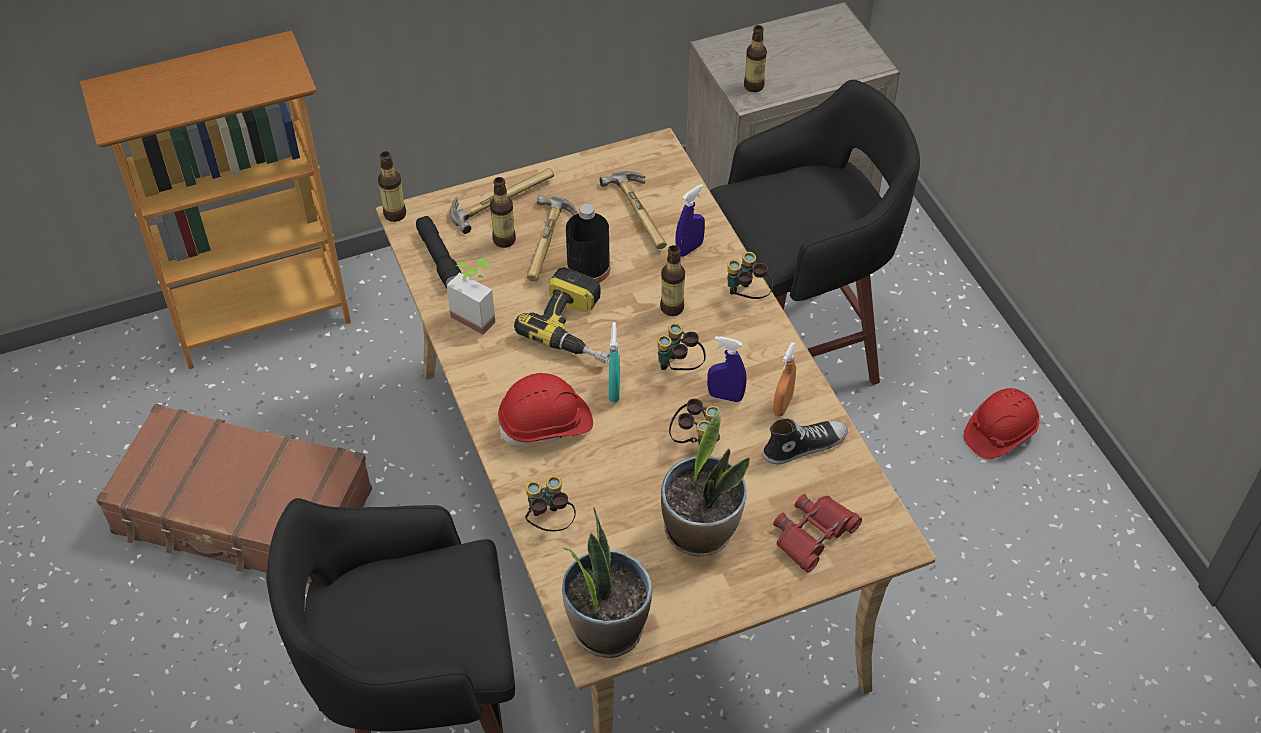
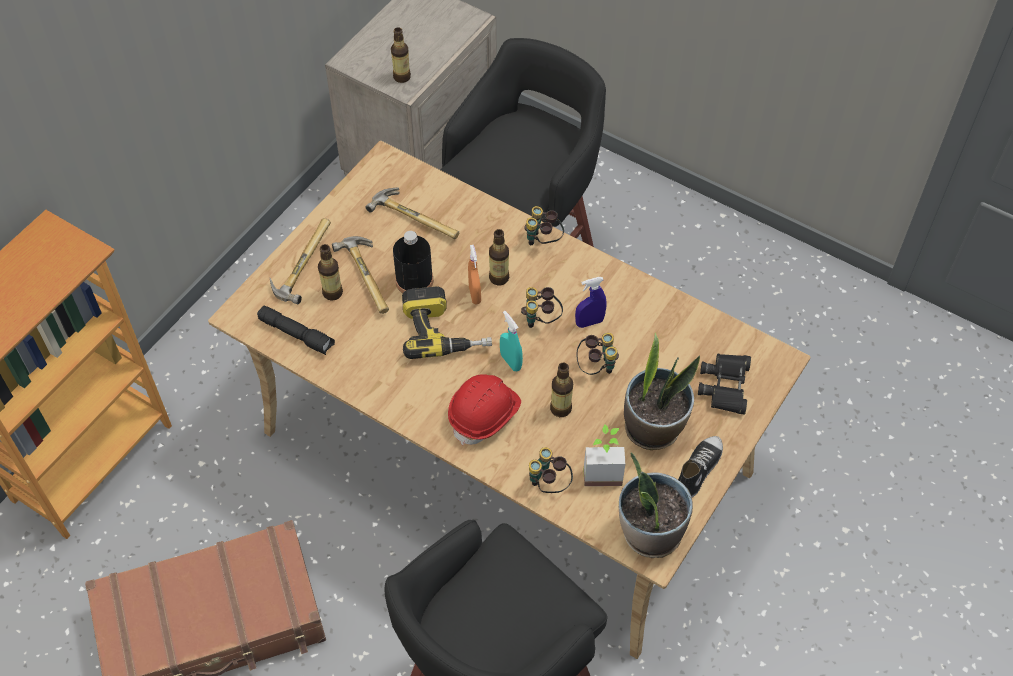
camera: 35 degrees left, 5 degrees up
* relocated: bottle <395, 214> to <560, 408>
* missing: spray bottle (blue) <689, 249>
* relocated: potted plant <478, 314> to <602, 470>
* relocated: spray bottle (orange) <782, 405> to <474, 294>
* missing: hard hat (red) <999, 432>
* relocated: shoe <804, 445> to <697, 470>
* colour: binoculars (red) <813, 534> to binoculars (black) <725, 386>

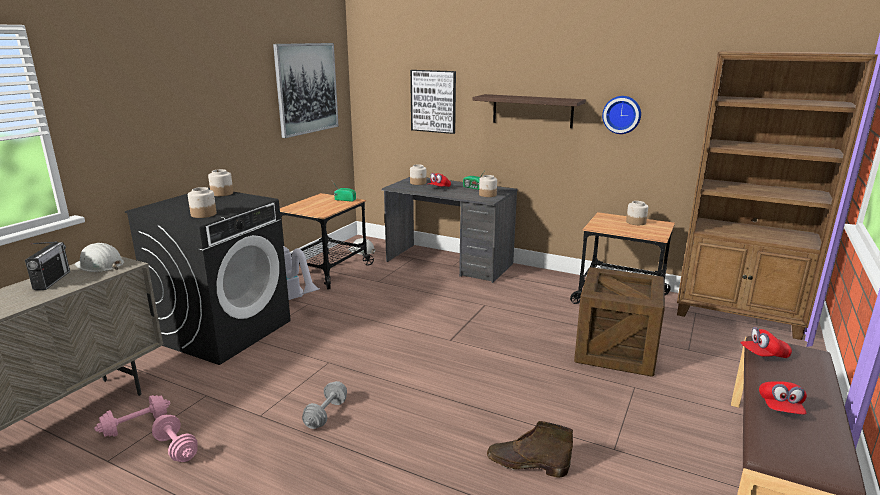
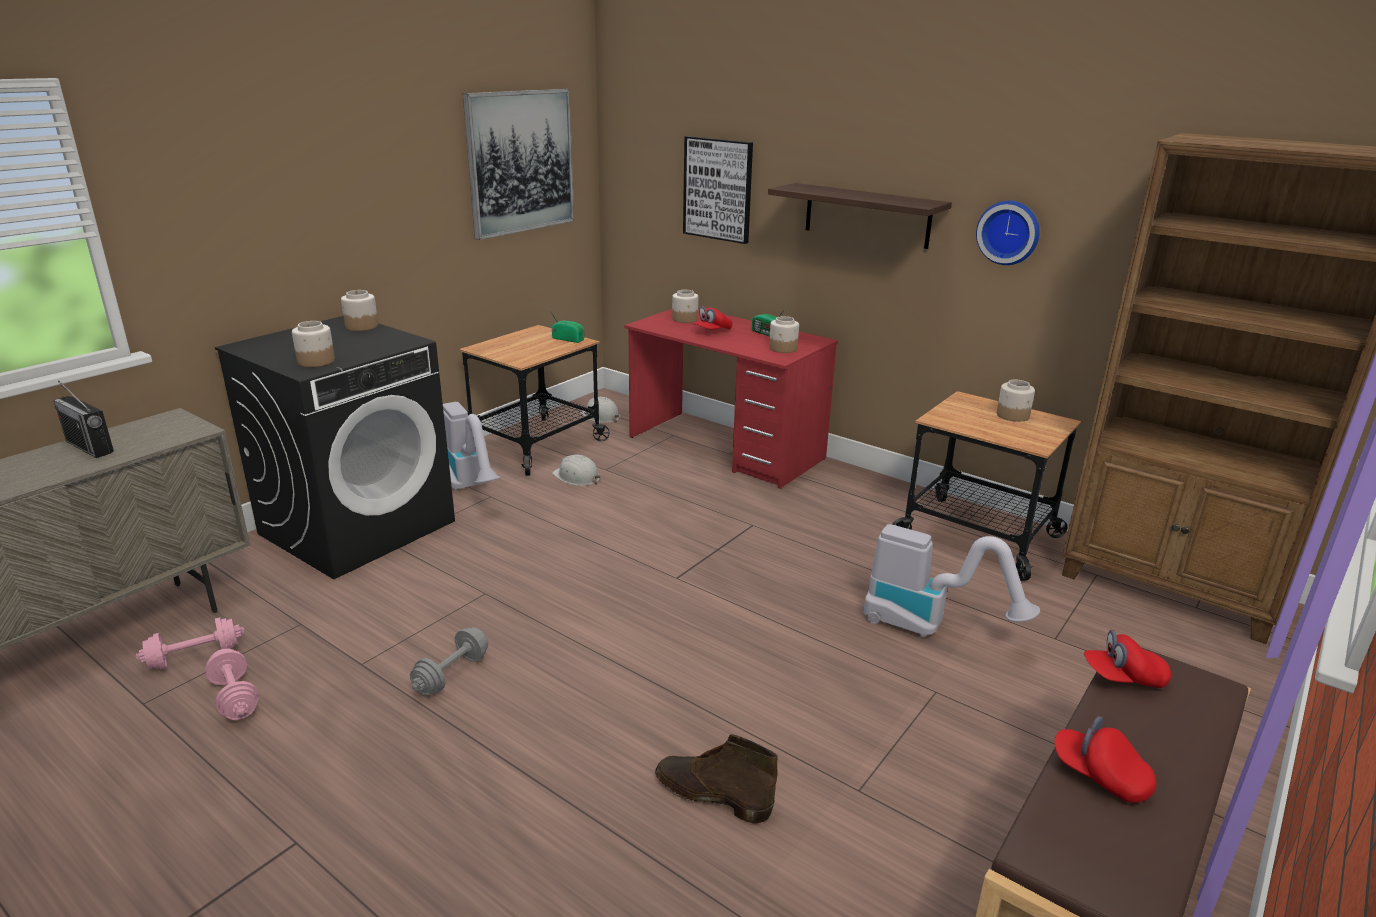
camera: 10 degrees right, 5 degrees up
* colour: desk (grey) <449, 263> to desk (red) <725, 448>
* spun: radio <52, 280> = <89, 447> 120 degrees clockwise
* relocated: hard hat (white) <100, 265> to <577, 477>
* exchanged: crate <615, 351> to vacuum cleaner <930, 627>
* spun: cap (red) <780, 408> = <1100, 776> 105 degrees clockwise

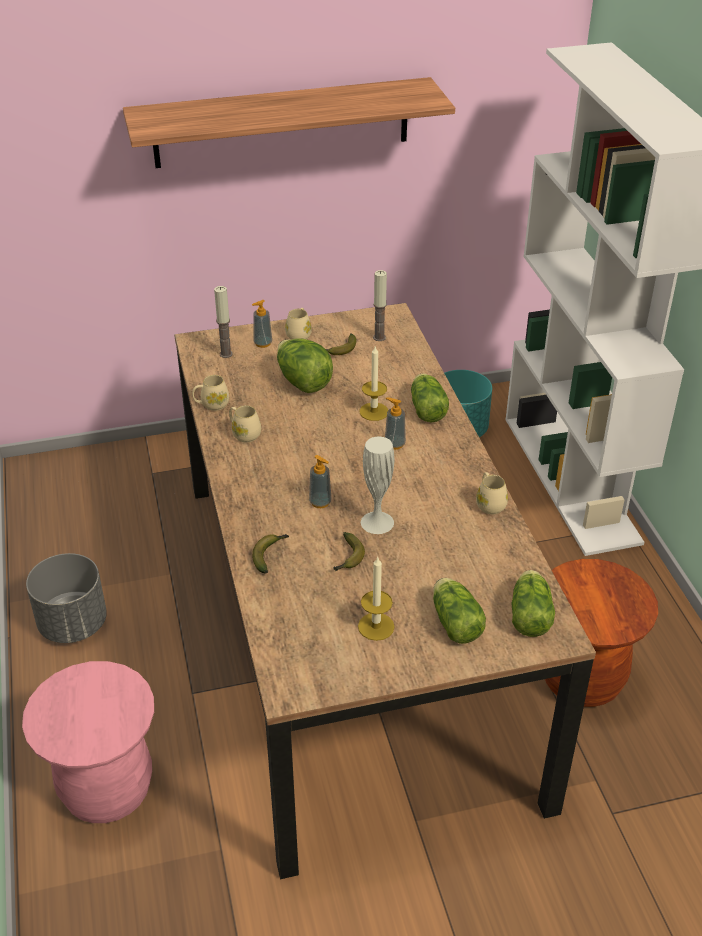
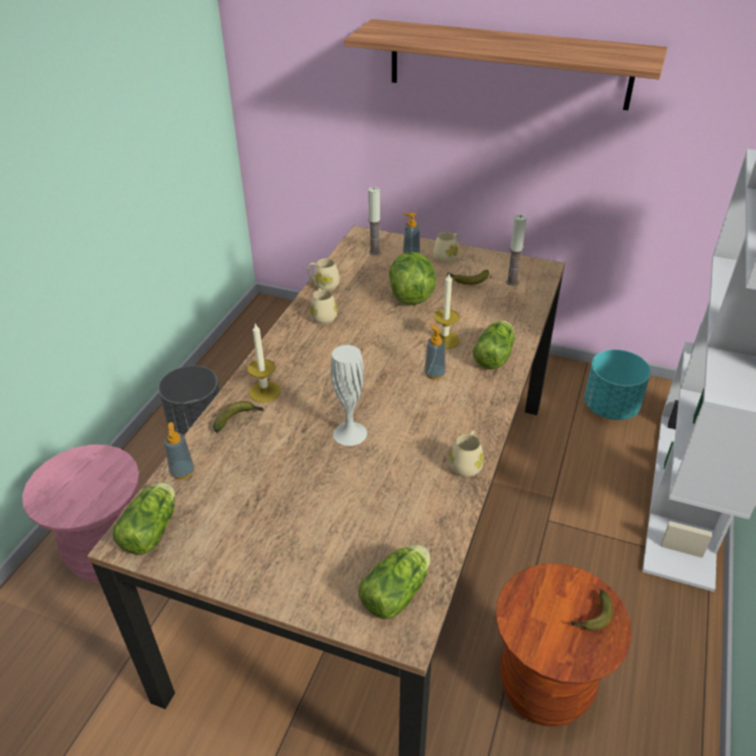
camera: 35 degrees right, 0 degrees up
* relocated: soap dispenser <320, 502> to <182, 472>
* relocated: banana <348, 558> to <592, 617>
* relocated: candle <376, 626> to <264, 391>
* relocated: lettuce <454, 621> to <153, 528>

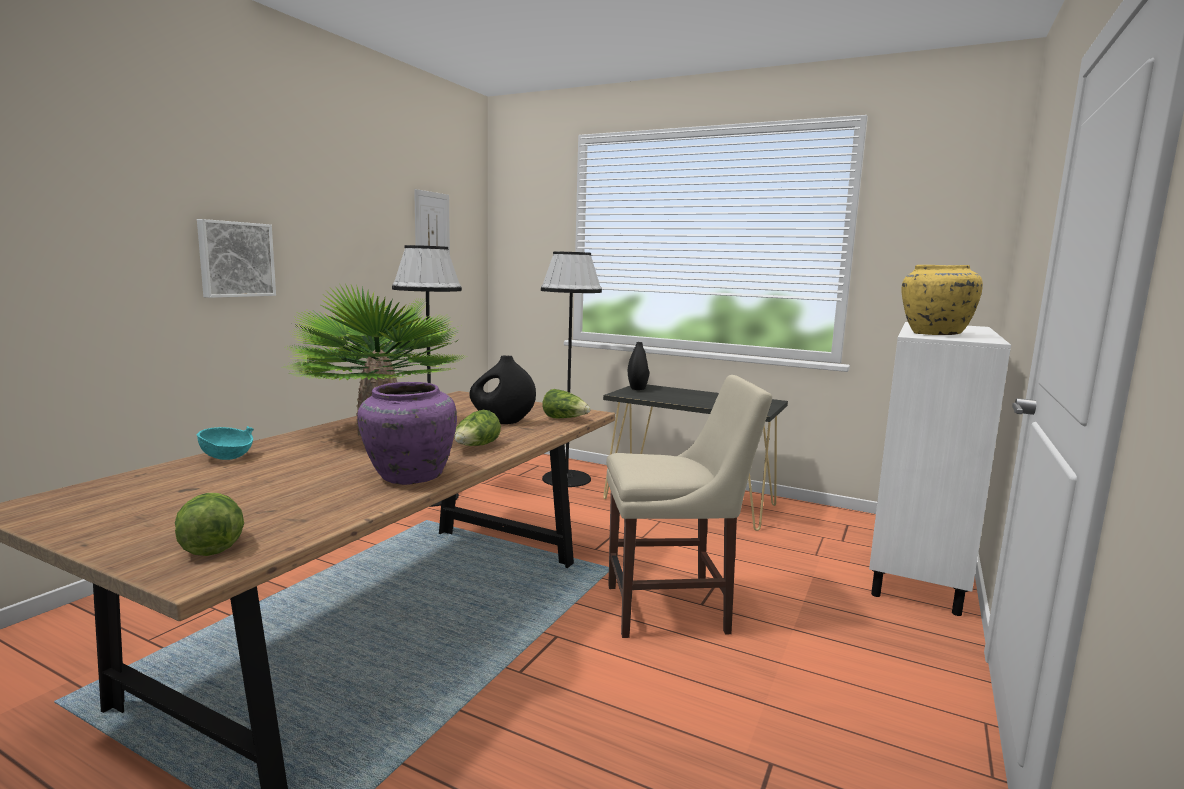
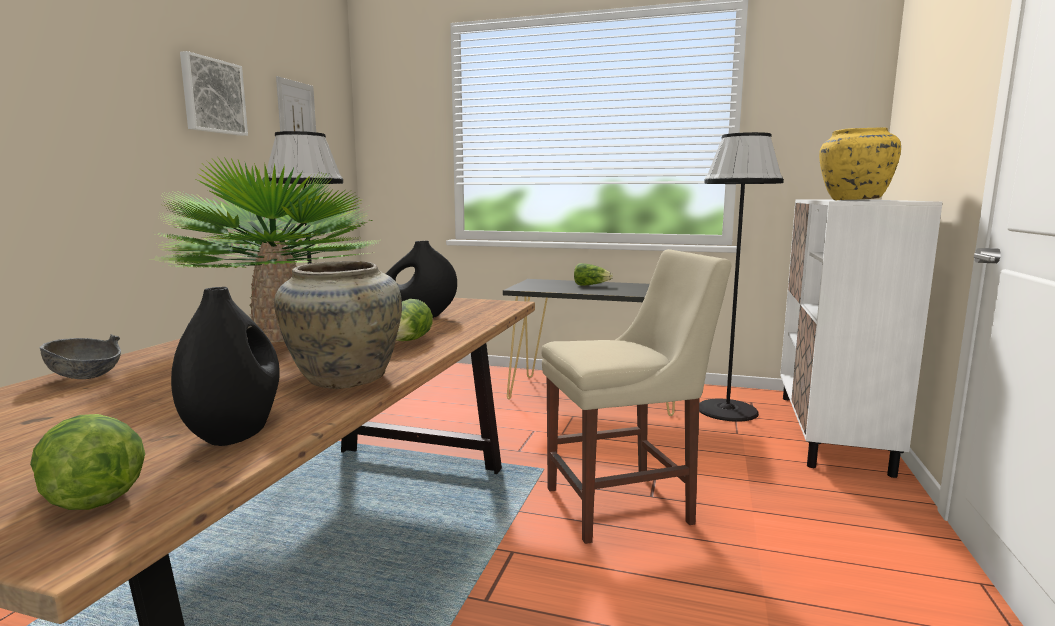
camera: 10 degrees left, 0 degrees up
* relocated: picture <235, 259> to <212, 96>
* relocated: floor lamp (black) <567, 479> to <727, 410>
* relocated: vase (black) <637, 388> to <236, 433>
* colour: vase (purple) <408, 476> to vase (beige) <343, 379>
* relocated: lettuce <565, 419> to <591, 285>
* colour: bowl (turquoise) <227, 458> to bowl (grey) <86, 377>

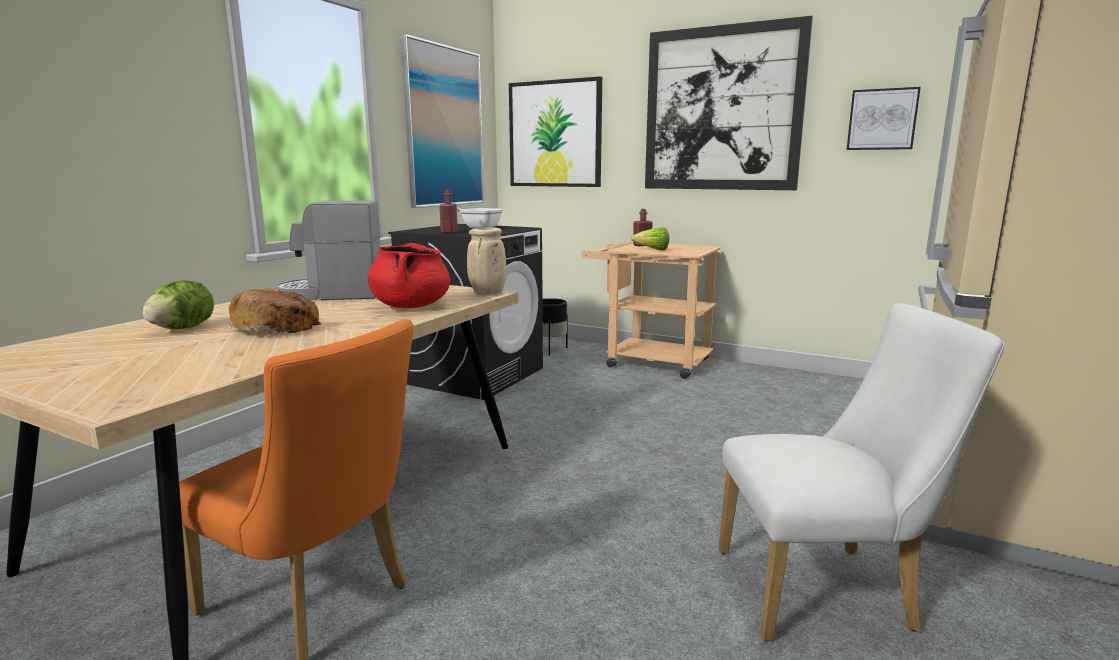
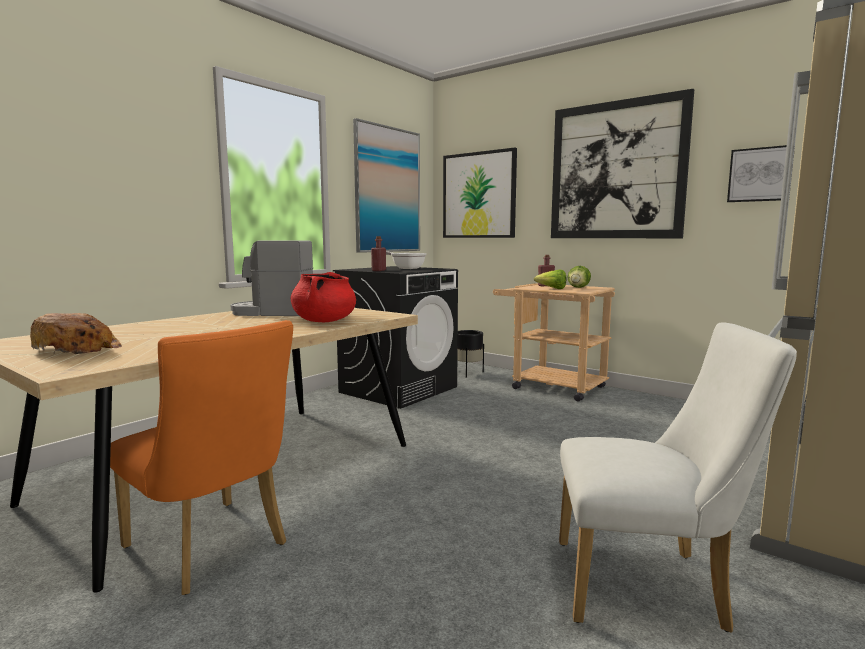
camera: 10 degrees right, 5 degrees down
* missing: vase (beige) <487, 293>
* relocated: lettuce <182, 328> to <578, 287>
* relocated: bread <278, 327> to <79, 349>

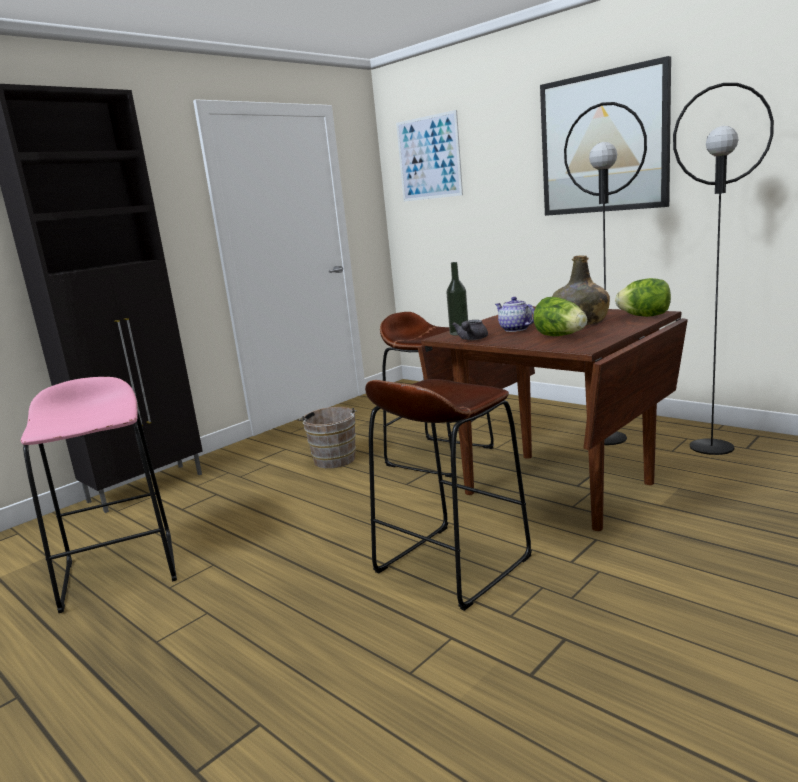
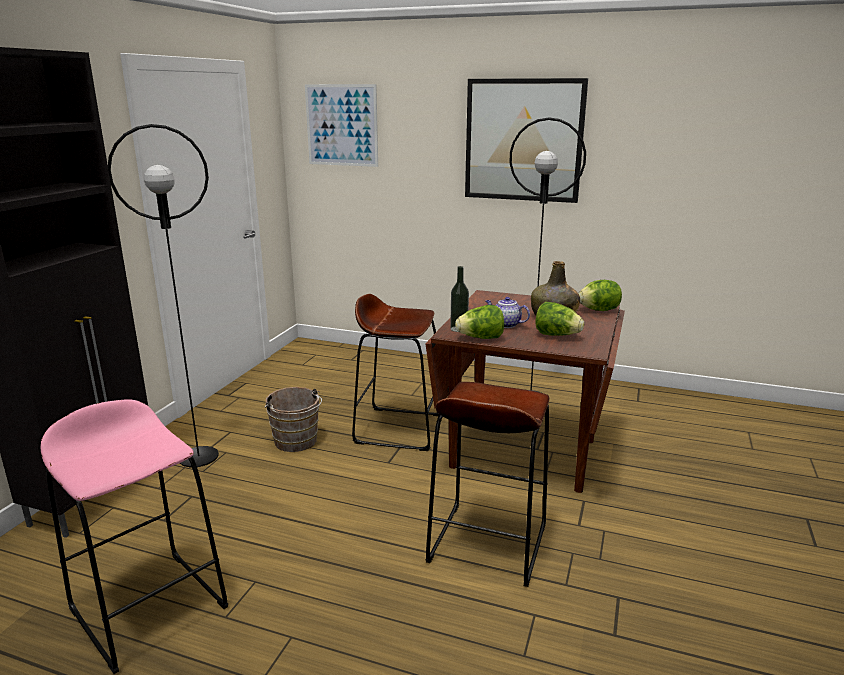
camera: 25 degrees left, 5 degrees up
* relocated: floor lamp (black) <711, 447> to <199, 456>
* exchanged: teapot (grey) <471, 339> to lettuce <481, 338>

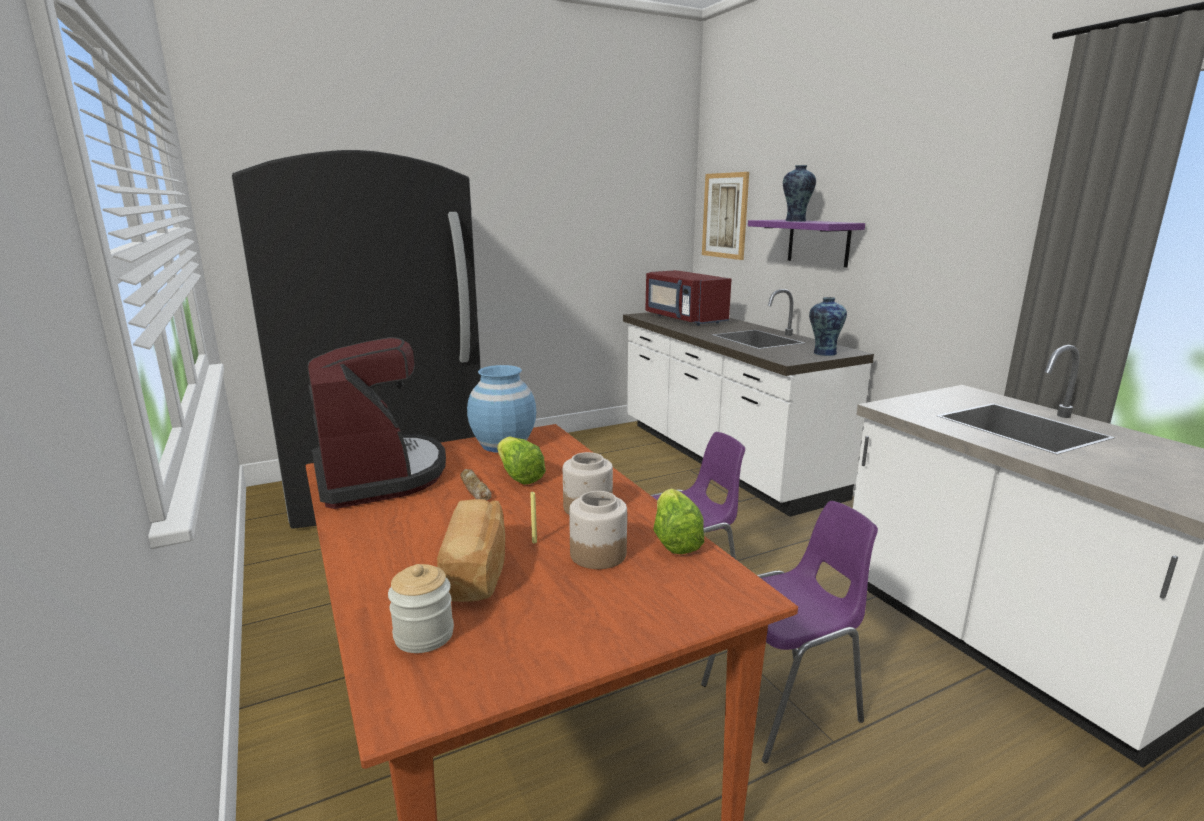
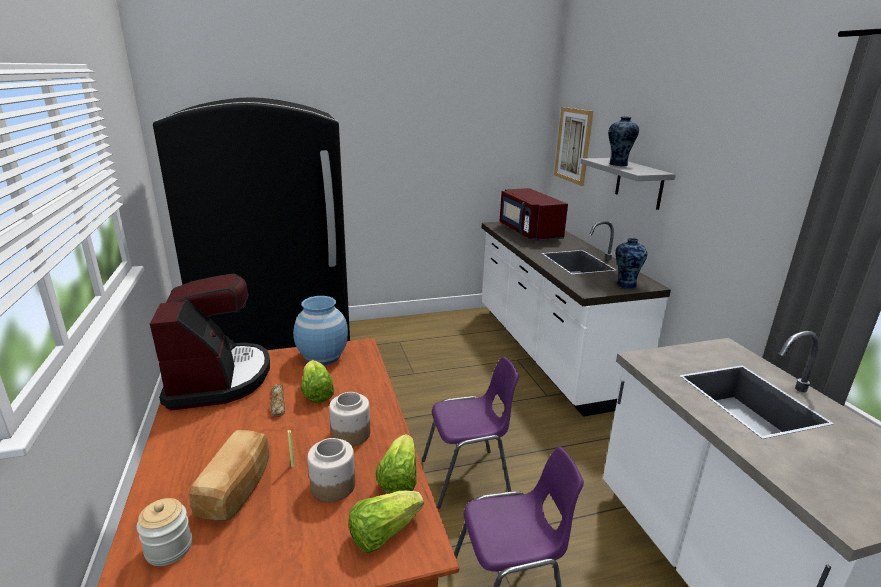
camera: 10 degrees right, 5 degrees up
* colour: shelf (purple) <818, 242> to shelf (grey) <639, 183>
* appeared: lettuce <383, 533>

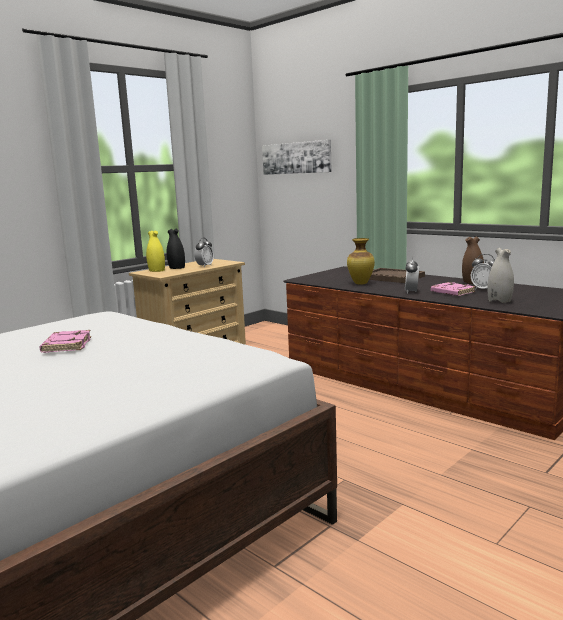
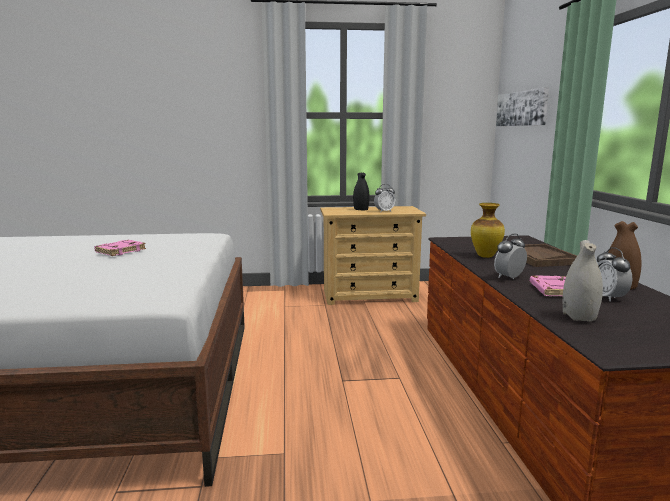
camera: 40 degrees right, 0 degrees up
* missing: vase (yellow) <156, 270>

